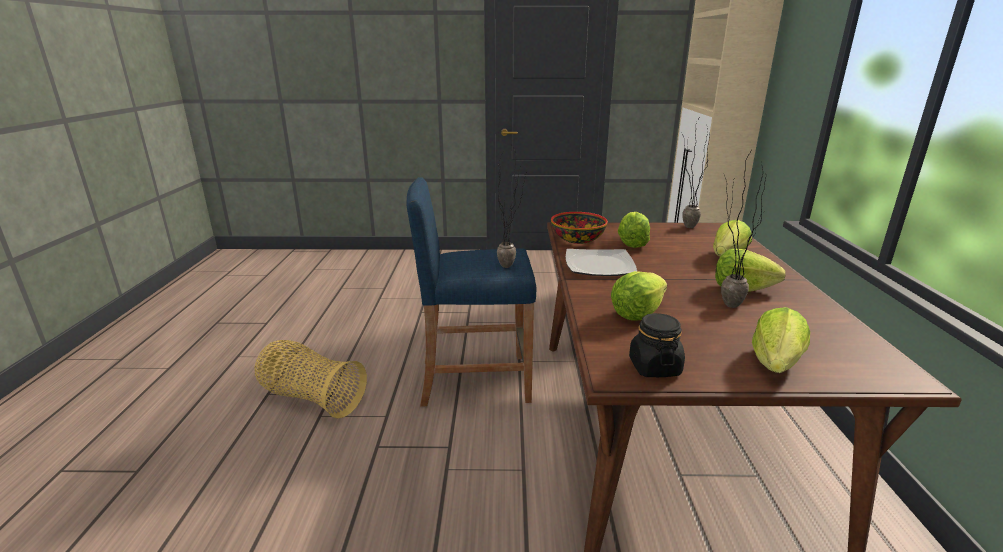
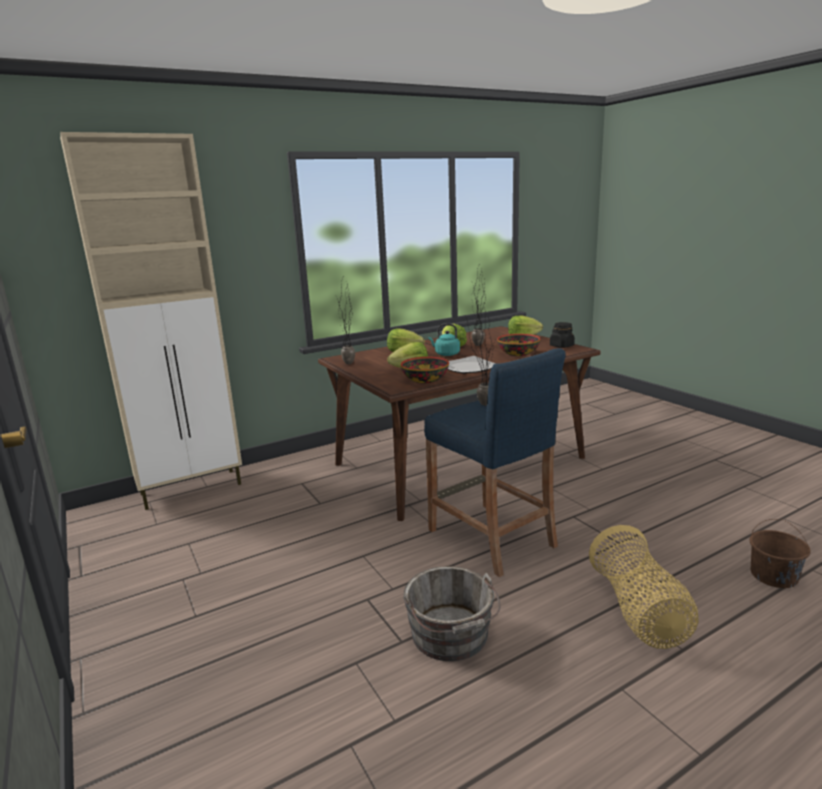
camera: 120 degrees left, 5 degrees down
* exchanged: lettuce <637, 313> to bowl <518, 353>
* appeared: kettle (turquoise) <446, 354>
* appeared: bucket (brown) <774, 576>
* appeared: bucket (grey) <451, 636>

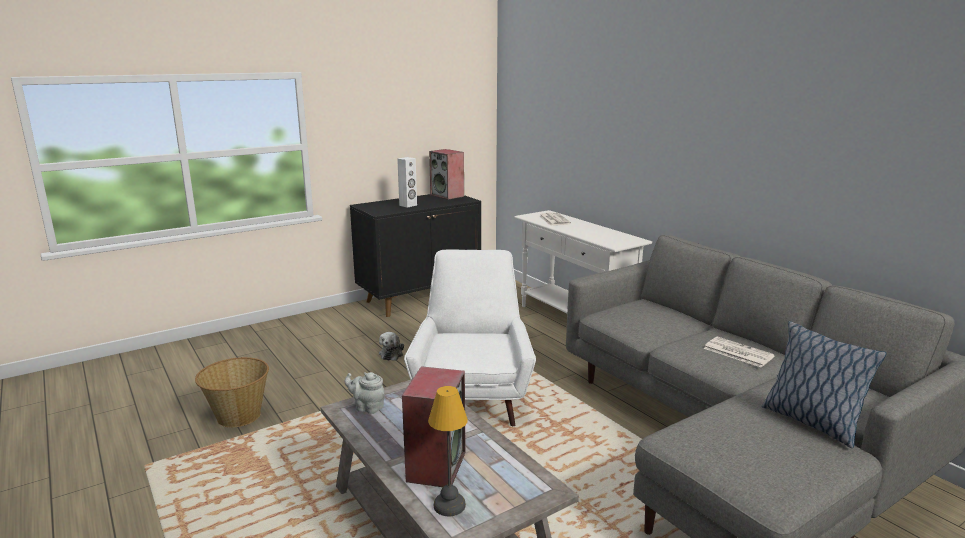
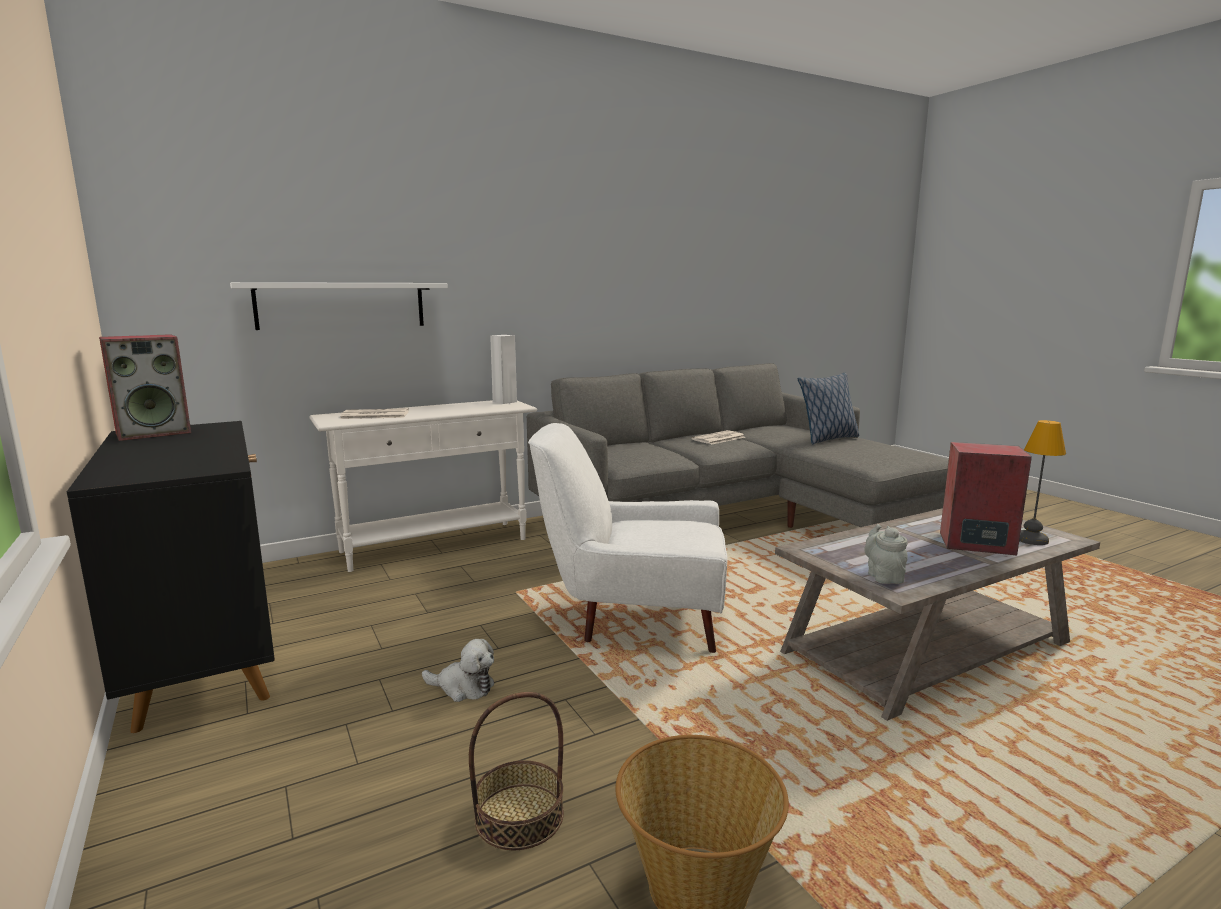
camera: 85 degrees left, 5 degrees down
* relocated: speaker (white) <408, 205> to <505, 402>
* spun: teapot (grey) <367, 407> = <883, 576> 150 degrees clockwise
* appeared: shelf (white) <341, 305>
* appeared: basket <519, 816>

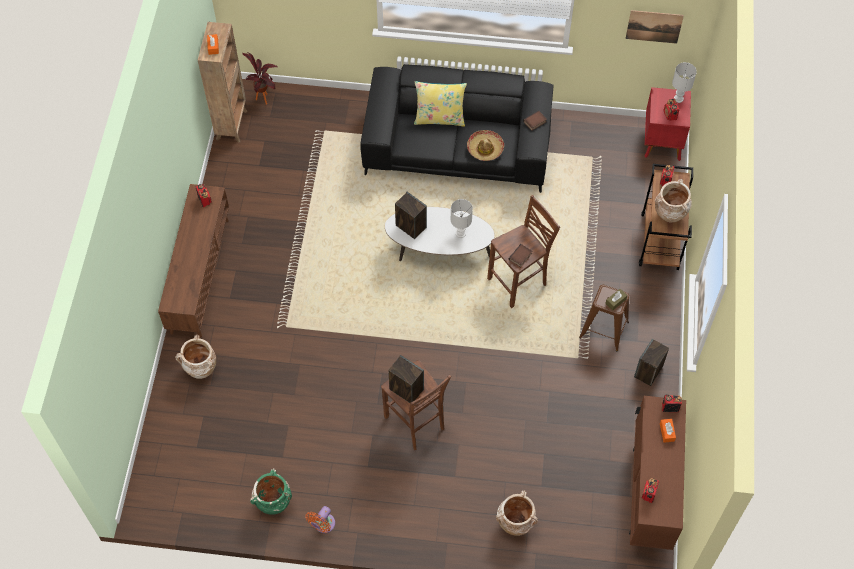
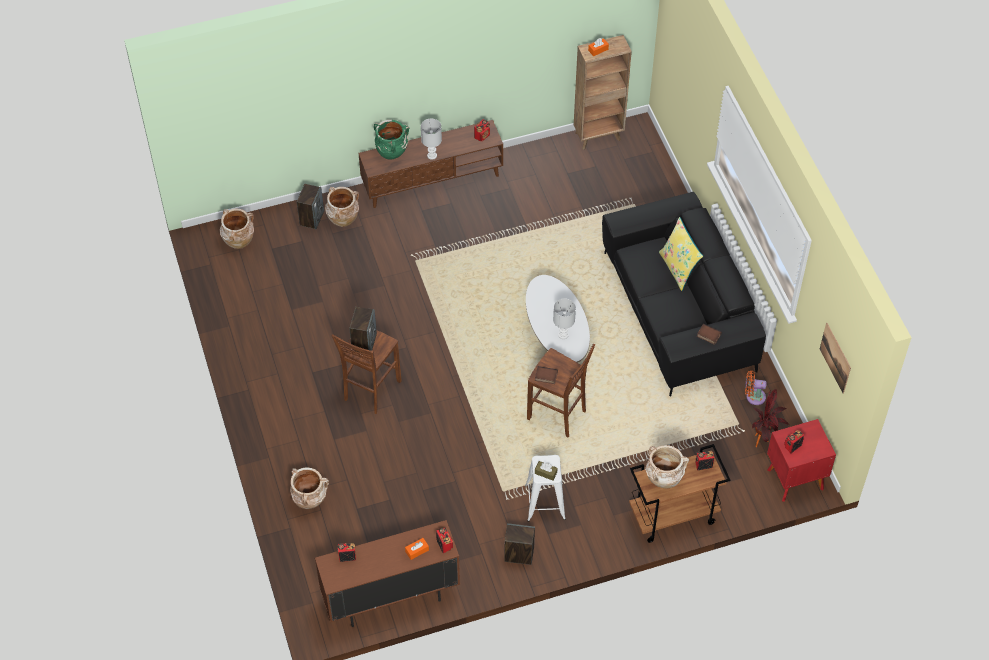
camera: 65 degrees right, 5 degrees down
* relocated: potted plant <264, 96> to <764, 440>
* relocated: table lamp (white) <679, 99> to <432, 156>
* missing: hat <485, 148>
* relocated: speaker <410, 226> to <311, 218>
* colour: stool (brown) <603, 330> to stool (white) <545, 502>
* relocated: vase (green) <274, 503> to <392, 155>
* relocated: fan (orange) <323, 525> to <753, 396>
* appeared: vase (beige) <239, 243>

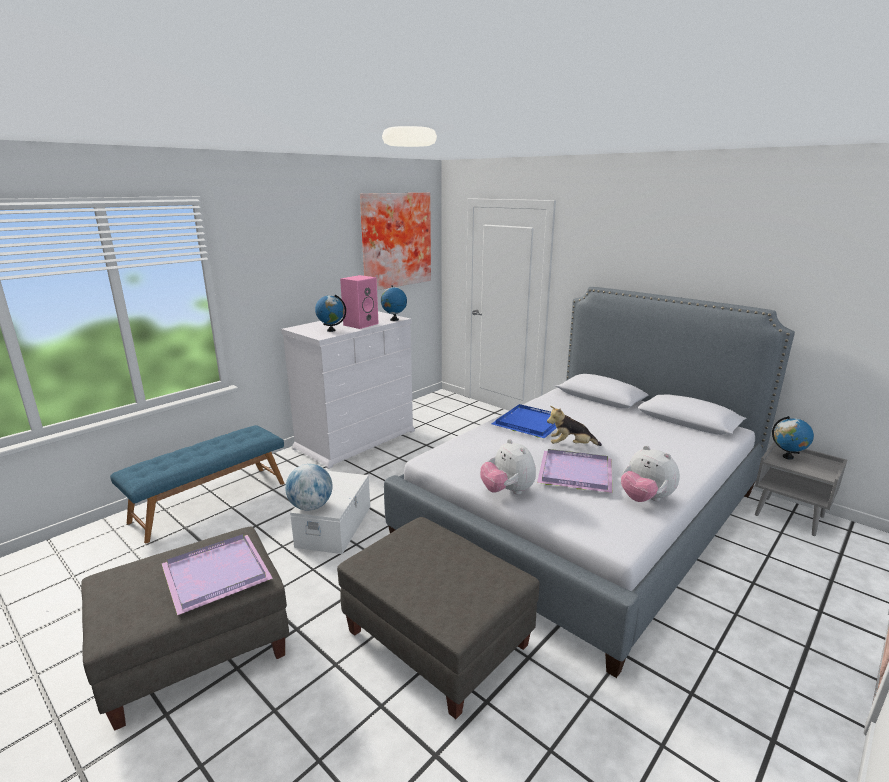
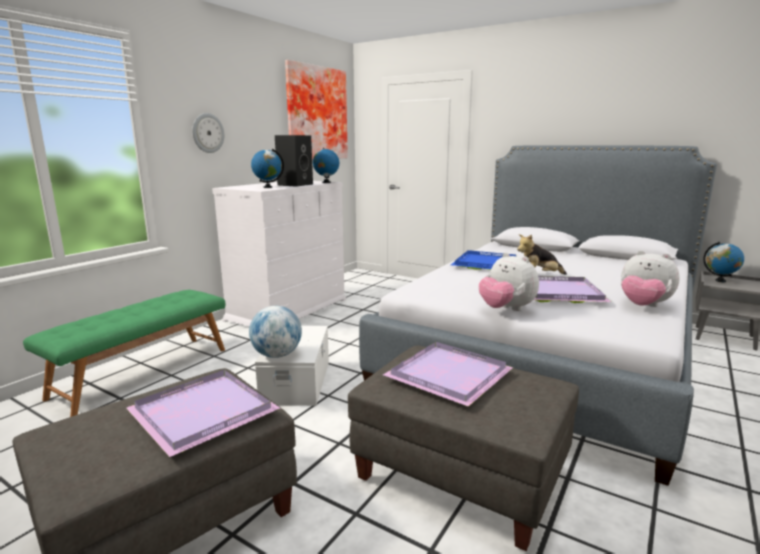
camera: 10 degrees left, 5 degrees down
* colour: speaker (pink) <361, 324> to speaker (black) <295, 184>
* colour: bench (blue) <210, 501> to bench (green) <143, 372>
* appeared: wall clock <207, 133>
* appeared: tray (purple) <449, 376>

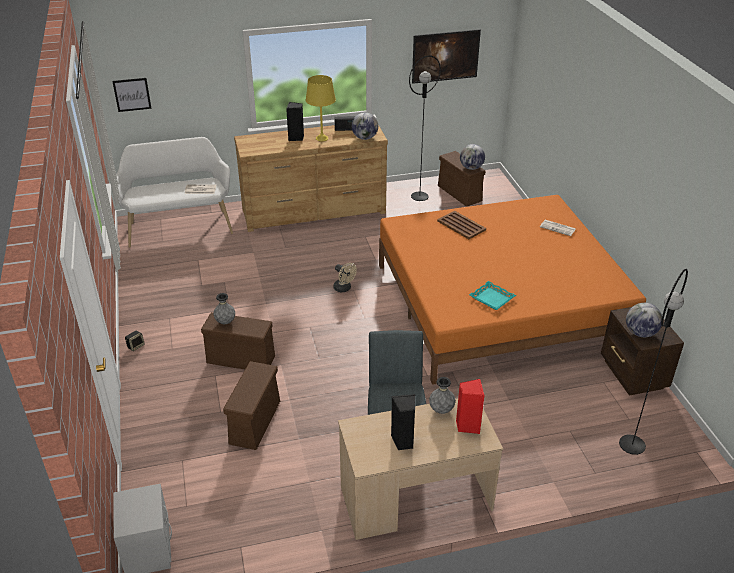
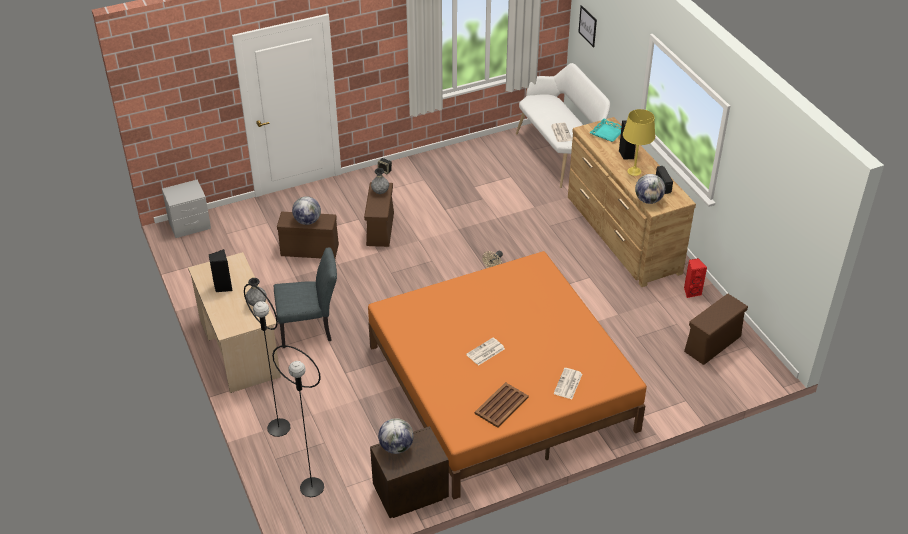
camera: 80 degrees right, 5 degrees up
* missing: picture <445, 68>
* relocated: floor lamp (black) <419, 196> to <278, 427>
* relocated: globe <471, 168> to <307, 221>
* relocated: tray (brown) <461, 225> to <502, 405>
* relocated: tray (turquoise) <491, 298> to <607, 132>
* relocated: speaker (red) <467, 426> to <691, 292>
* appeared: newspaper <485, 352>

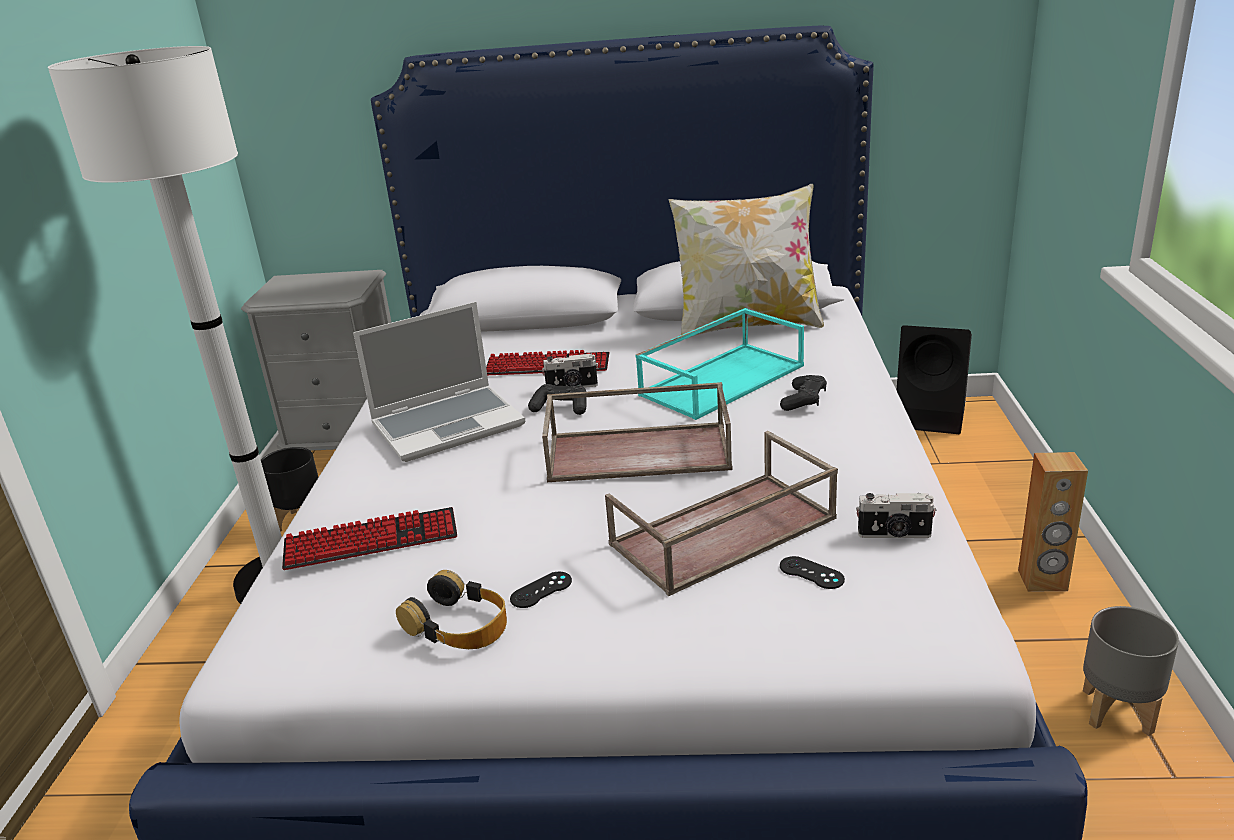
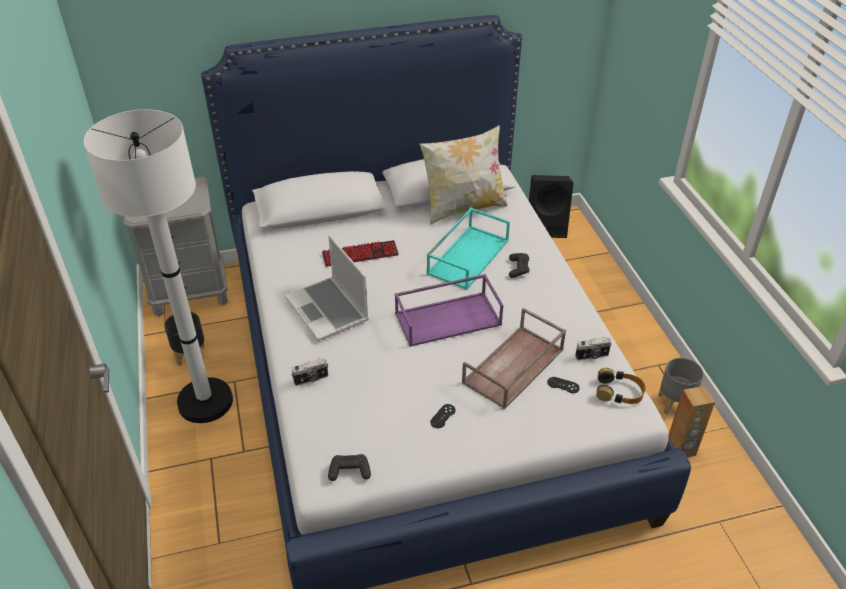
camera: 20 degrees left, 15 degrees up
* spun: laptop <449, 424> = <328, 310> 105 degrees clockwise
* relocated: photo camera <572, 387> to <311, 379>
* colour: tray (brown) <640, 451> to tray (purple) <448, 318>
* relocated: game controller (black) <561, 407> to <349, 471>
* relocated: speaker (brown) <1042, 581> to <681, 450>
* missing: keyboard <371, 541>
* relocated: headphones <458, 625> to <619, 392>

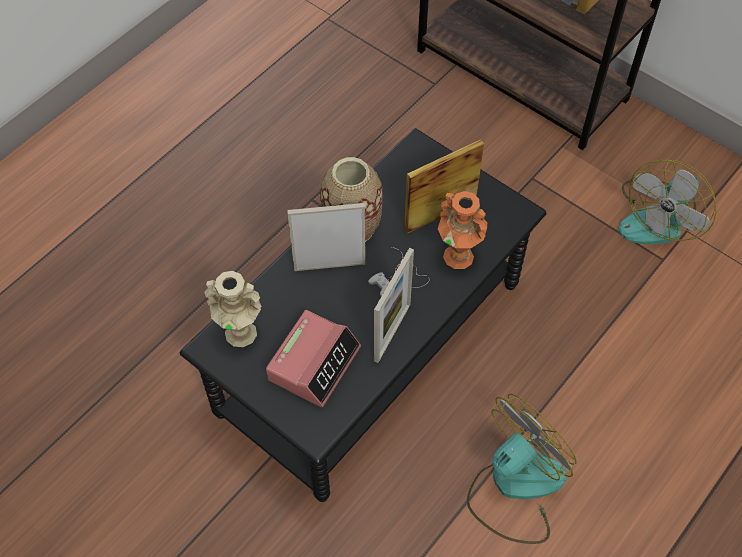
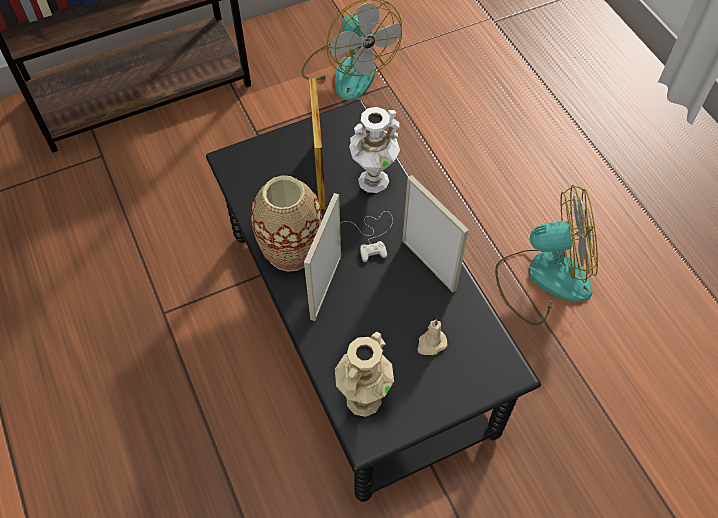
camera: 65 degrees left, 0 degrees up
* colour: vase (orange) <459, 256> to vase (white) <373, 180>
* exchanged: alarm clock <314, 363> to candle (beige) <431, 344>
* spun: fan <515, 486> = <543, 277> 105 degrees clockwise

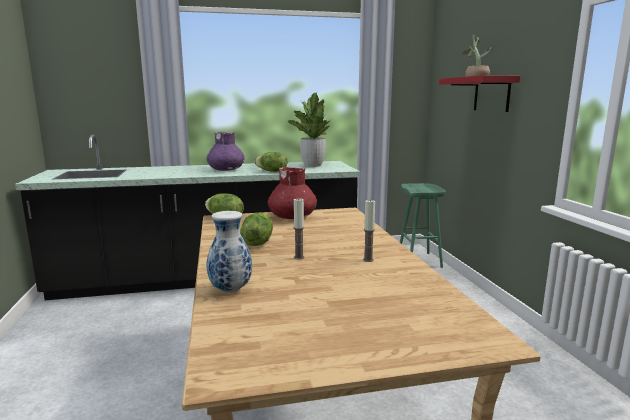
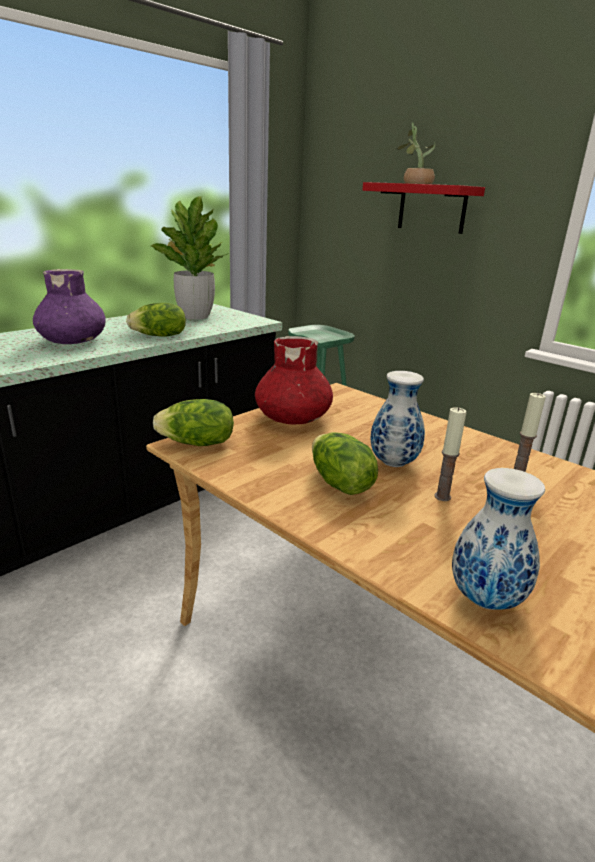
camera: 35 degrees left, 10 degrees up
* appeared: vase <392, 463>

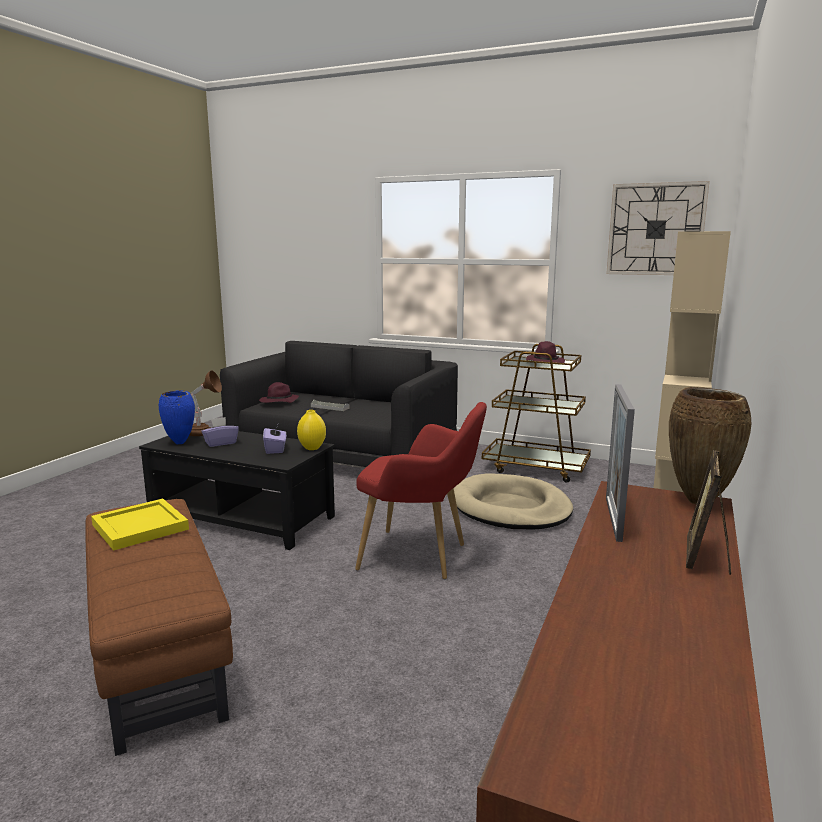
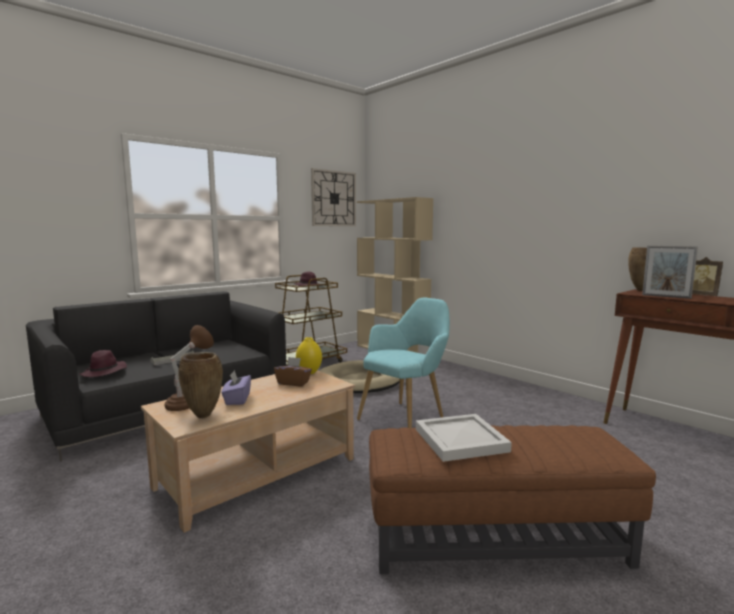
camera: 65 degrees left, 5 degrees down
* colour: vase (blue) <180, 443> to vase (brown) <204, 416>
* colour: armchair (red) <420, 557> to armchair (turquoise) <406, 417>
* colour: tissue box (purple) <275, 449> to tissue box (brown) <293, 383>
* colour: coffee table (black) <243, 517> to coffee table (beige) <257, 471>
* colour: tray (yellow) <141, 526> to tray (white) <459, 439>

